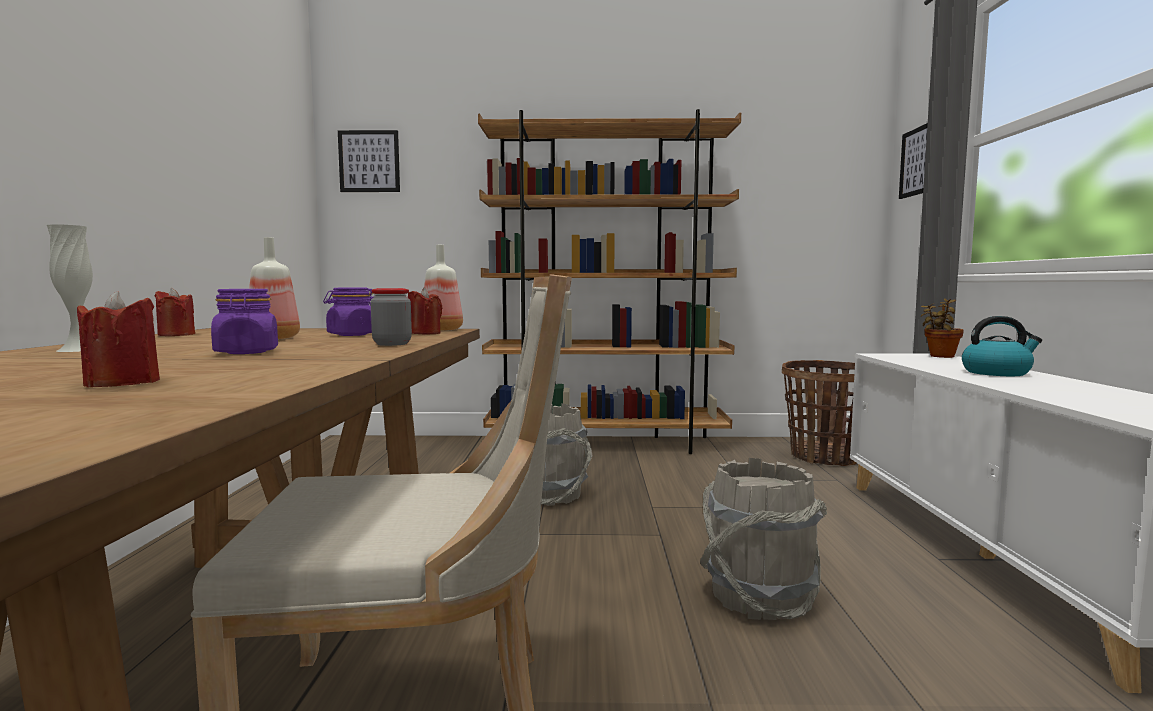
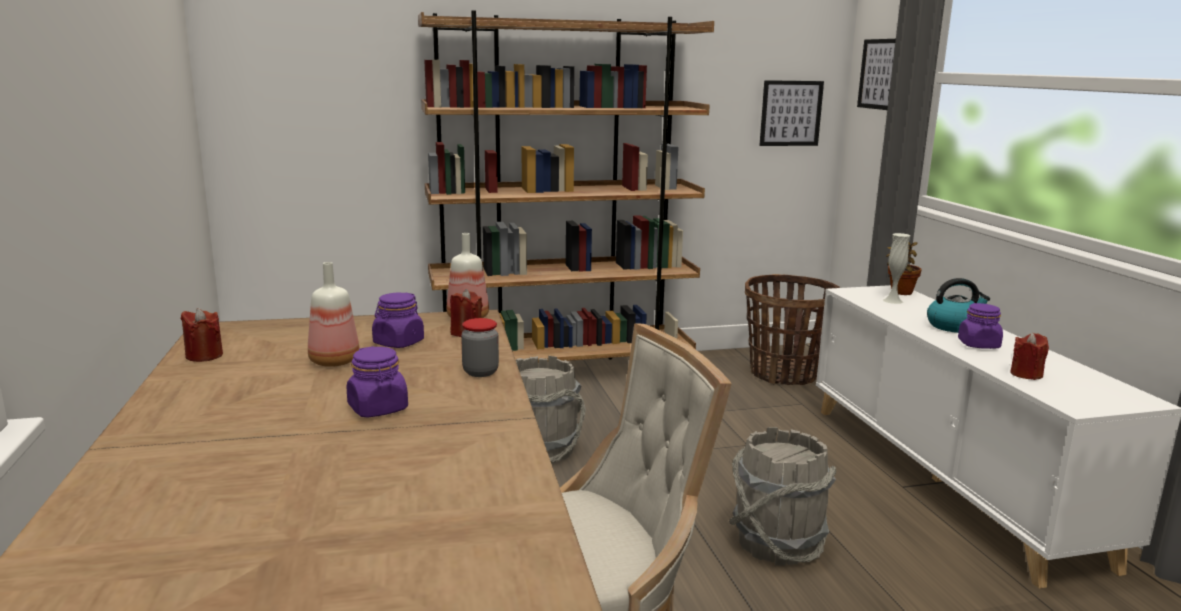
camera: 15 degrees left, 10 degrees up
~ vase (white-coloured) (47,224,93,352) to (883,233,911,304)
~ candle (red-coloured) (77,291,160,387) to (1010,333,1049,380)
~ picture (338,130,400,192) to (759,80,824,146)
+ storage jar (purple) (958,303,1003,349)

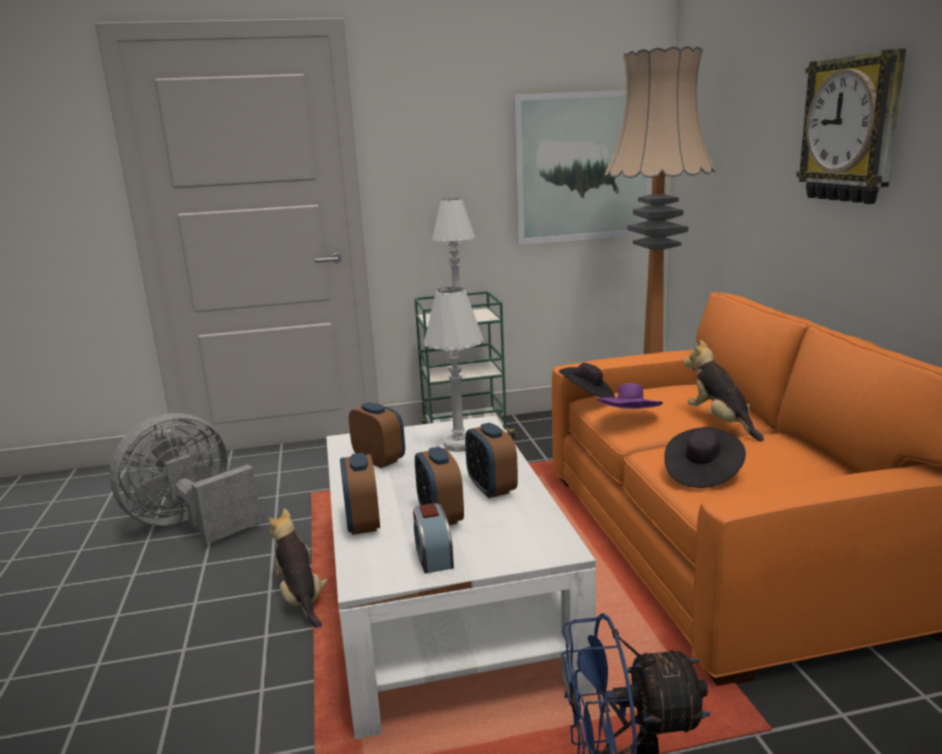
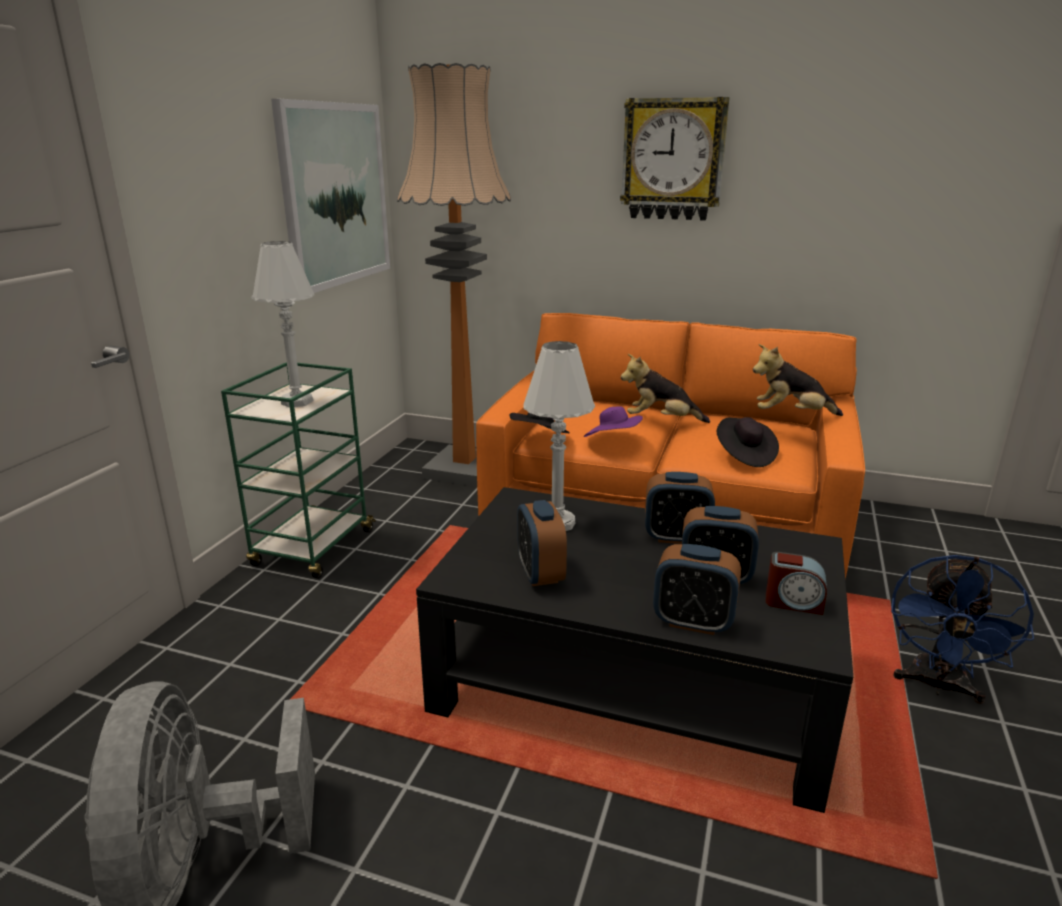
camera: 60 degrees left, 5 degrees up
~ soft toy (268,508,328,628) to (753,344,843,416)
~ low table (white-coloured) (326,416,596,739) to low table (black) (416,487,853,813)
~ table clock (349,402,405,468) = (517,500,567,586) 90 degrees counterclockwise

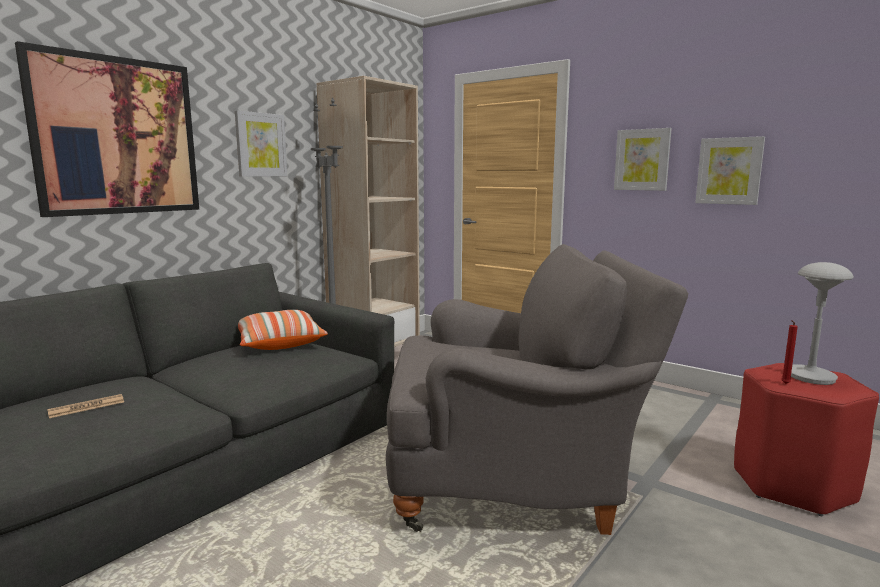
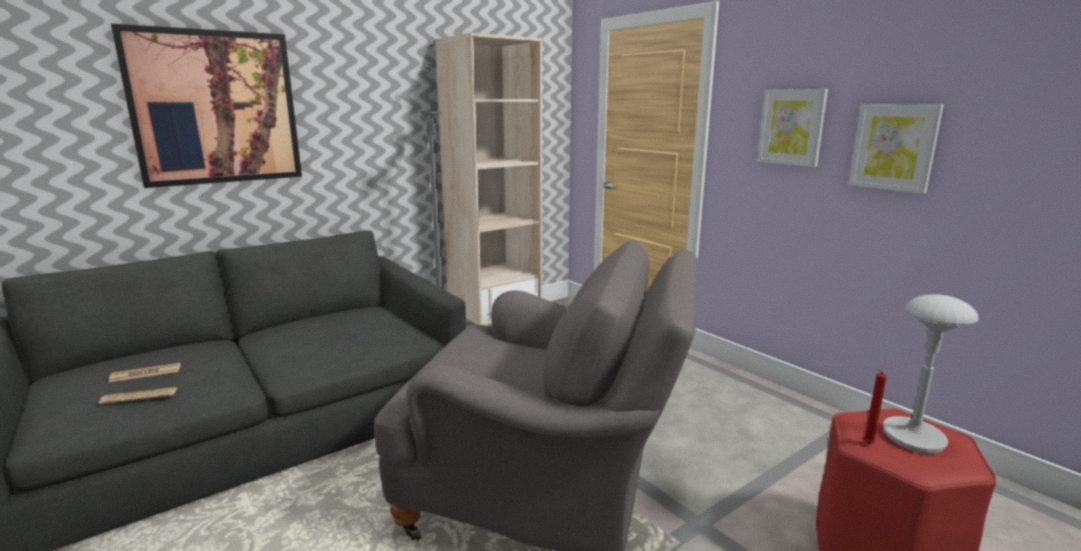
camera: 15 degrees right, 5 degrees up
- picture (235,110,287,177)
- throw pillow (238,310,328,350)
+ daily paper (99,387,177,404)

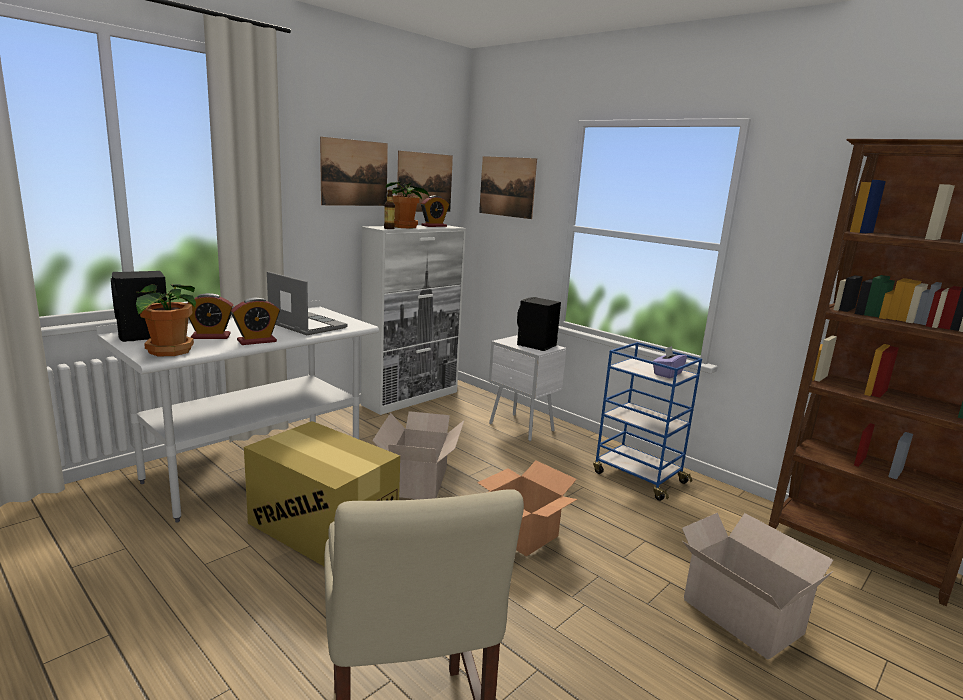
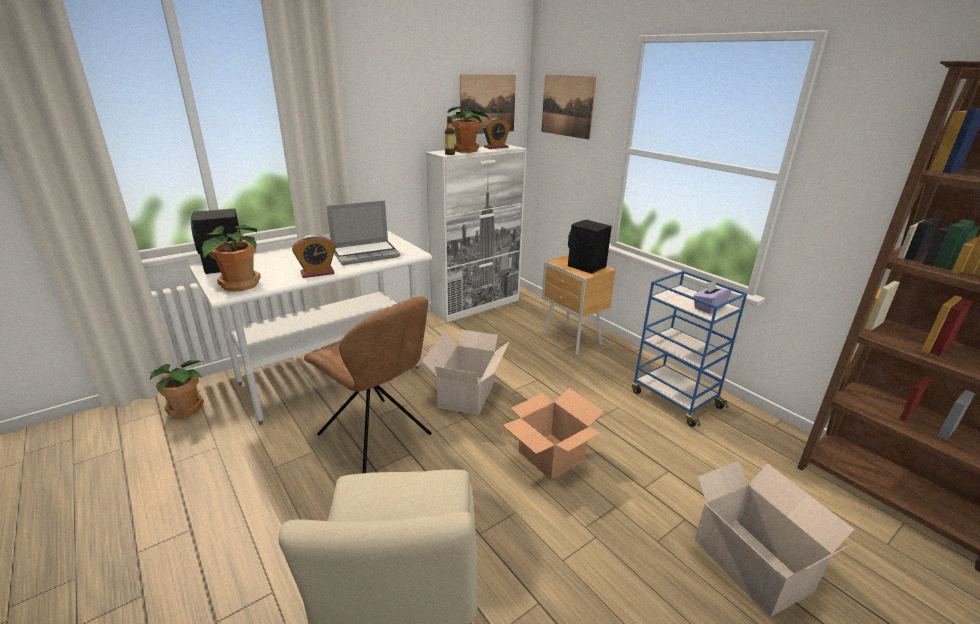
camera: 10 degrees right, 10 degrees up
- table clock (187,293,234,339)
~ packing box (244,421,400,566) to plain chair (brown) (304,296,432,473)
~ portable computer (267,271,348,335) = (326,200,400,265) 105 degrees clockwise
- picture (320,137,388,206)
~ nightstand (white-coloured) (489,335,567,441) to nightstand (brown) (542,255,616,355)
+ plant in a pot (149,360,204,418)

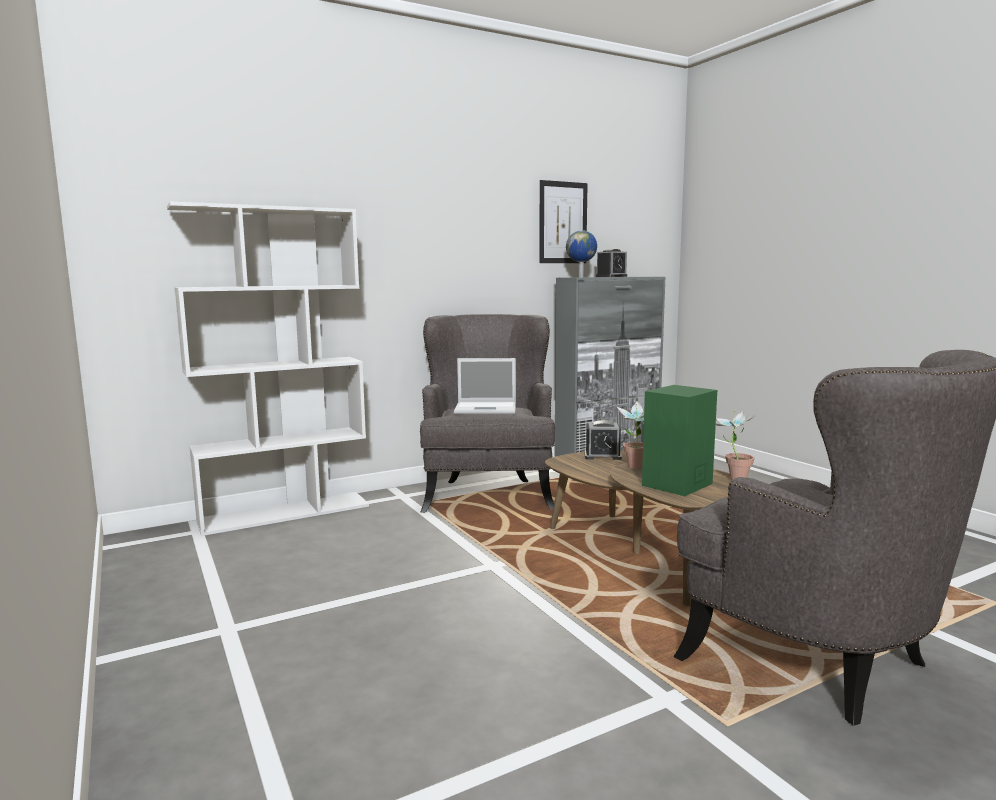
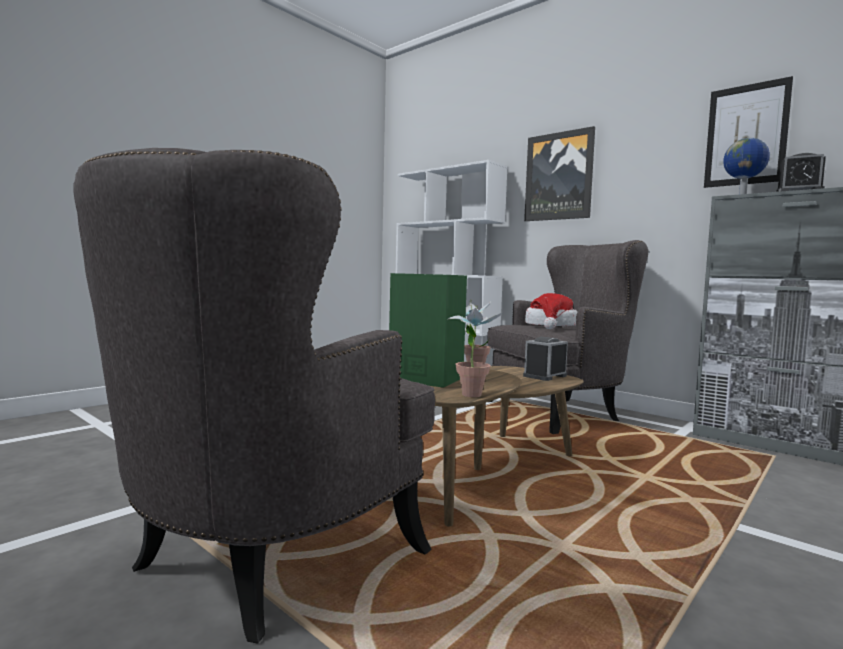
camera: 70 degrees right, 5 degrees down
~ portable computer (454,358,516,414) to hat (525,293,578,329)
~ table clock (585,420,622,460) = (523,337,568,381) 60 degrees clockwise
+ picture (524,126,595,221)

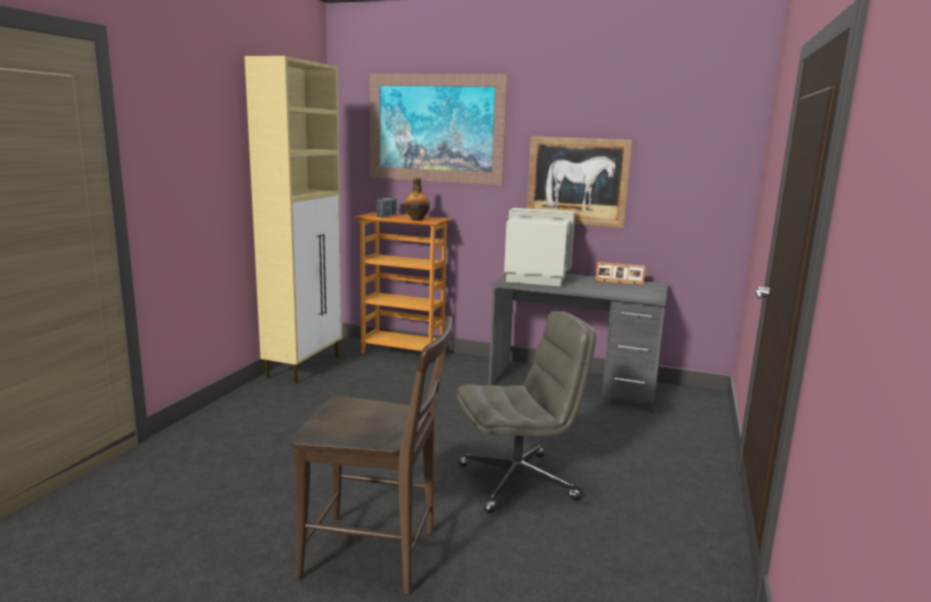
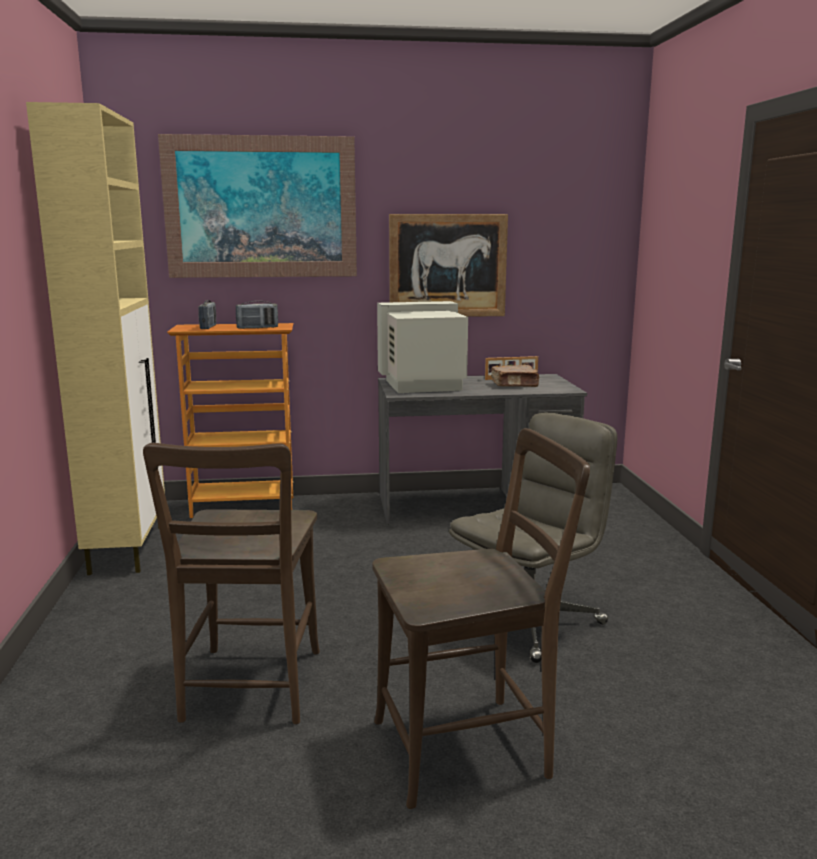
camera: 25 degrees left, 0 degrees up
~ beverage bottle (404,178,430,221) to radio receiver (236,301,278,329)
+ plain chair (brown) (143,443,320,724)
+ volume (brown) (491,365,540,387)

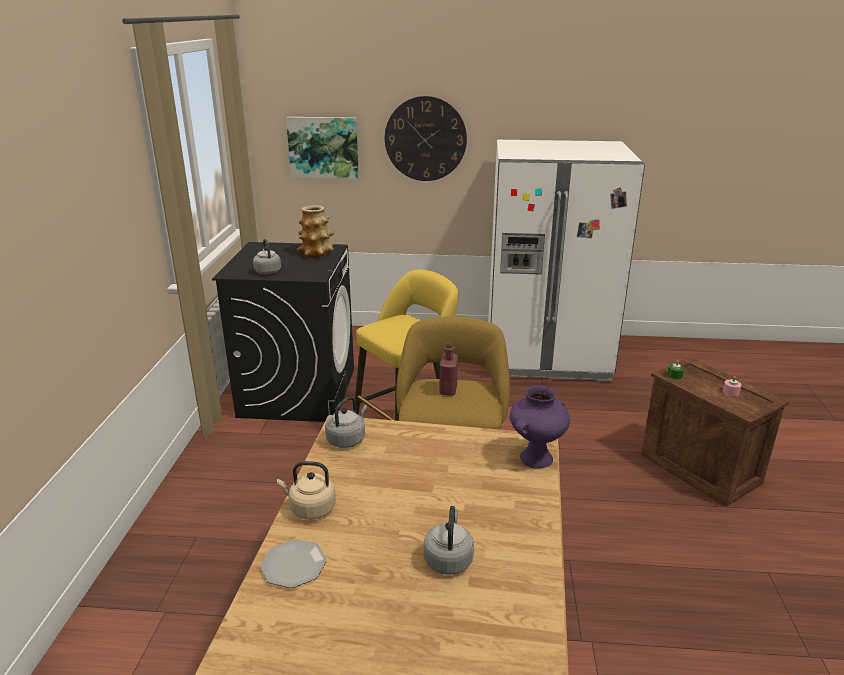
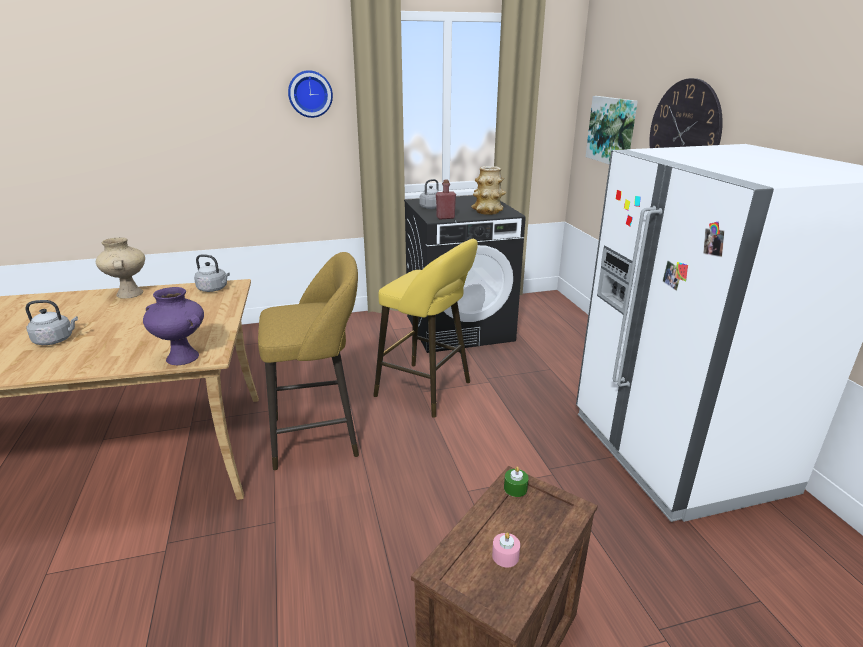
camera: 70 degrees right, 0 degrees up
- dinner plate (260,539,327,588)
~ water kettle (beige-coloured) (277,461,336,519) to vase (beige-coloured) (96,237,145,299)
~ beverage bottle (red-coloured) (439,341,458,396) to (436,179,456,219)
+ hanging clock (288,70,333,118)

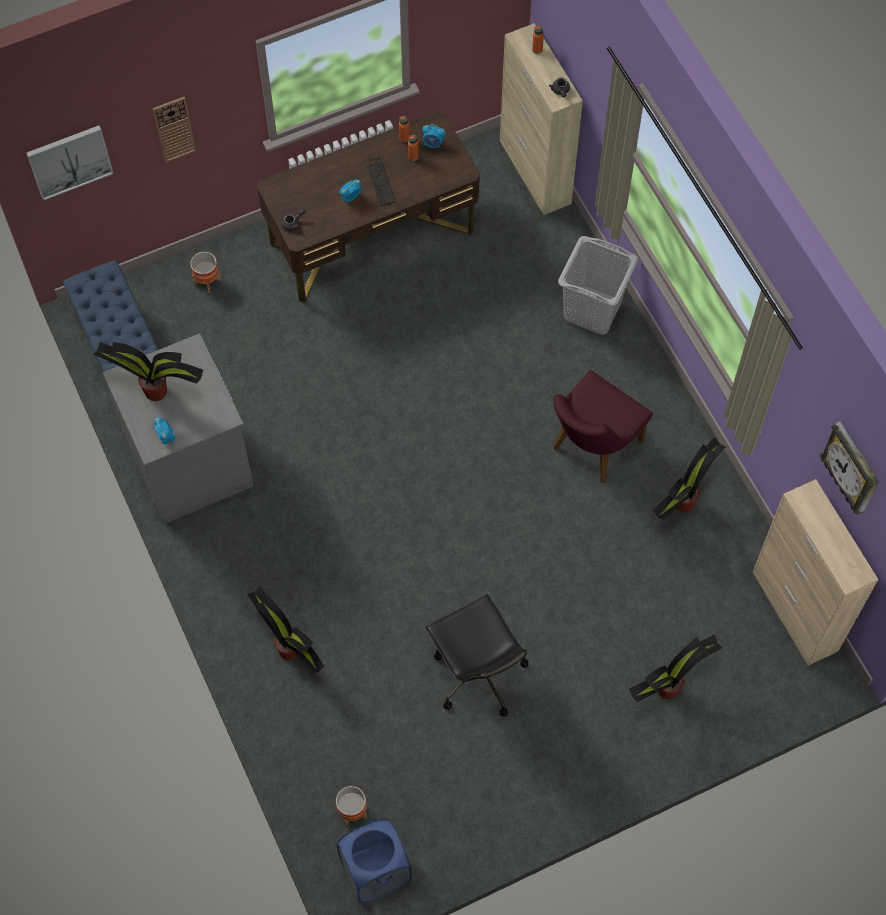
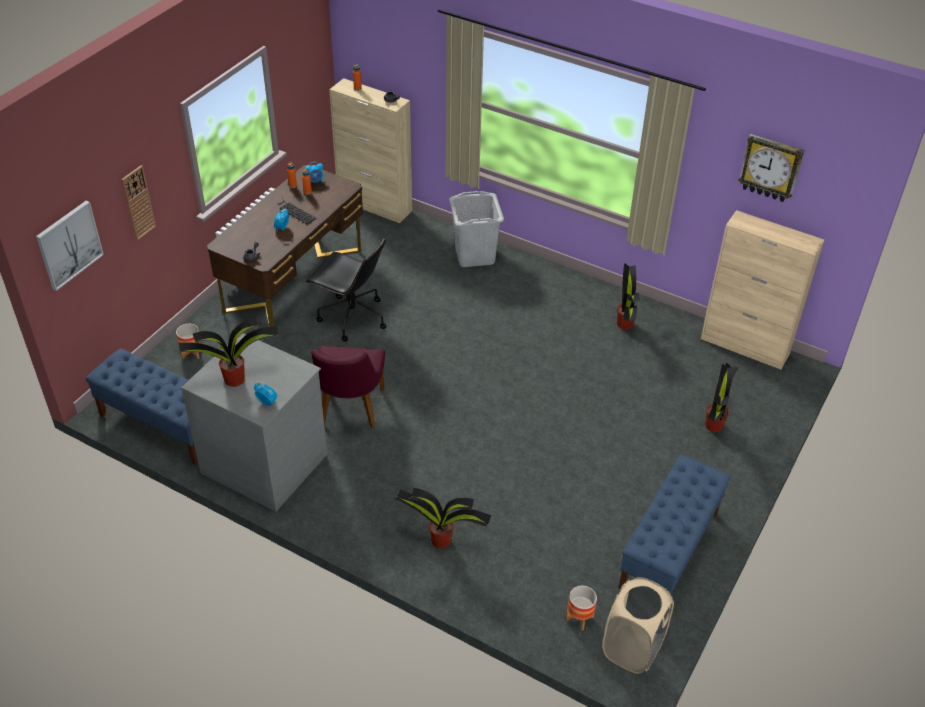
camera: 35 degrees left, 20 degrees down
~ laundry basket (blue) (337,819,412,903) to laundry basket (beige-coloured) (602,577,674,674)
~ computer chair (black) (425,595,528,716) to (306,238,386,342)
~ plain chair (purple) (553,370,653,483) to (311,346,385,428)
+ indoor bench (blue) (618,455,731,595)

